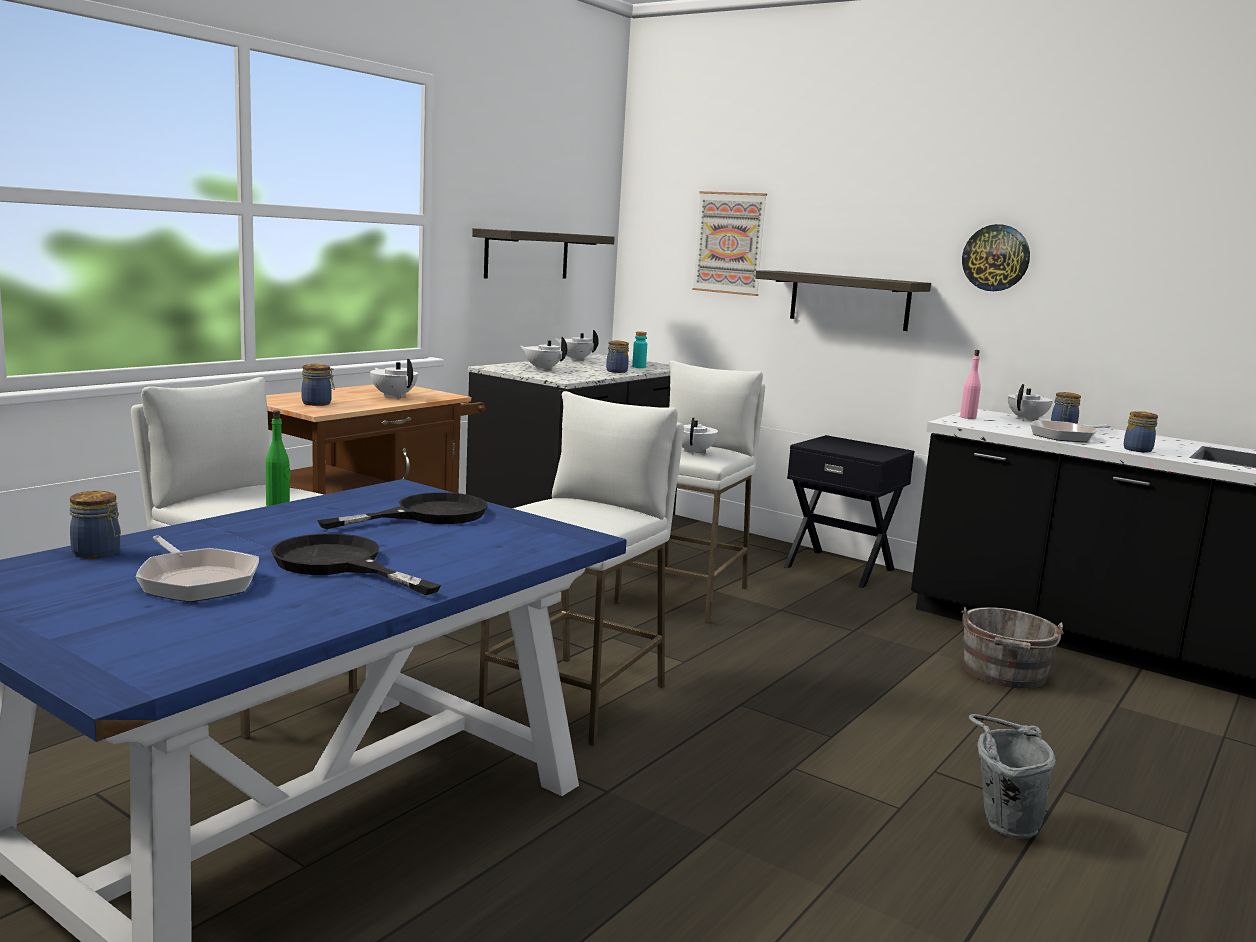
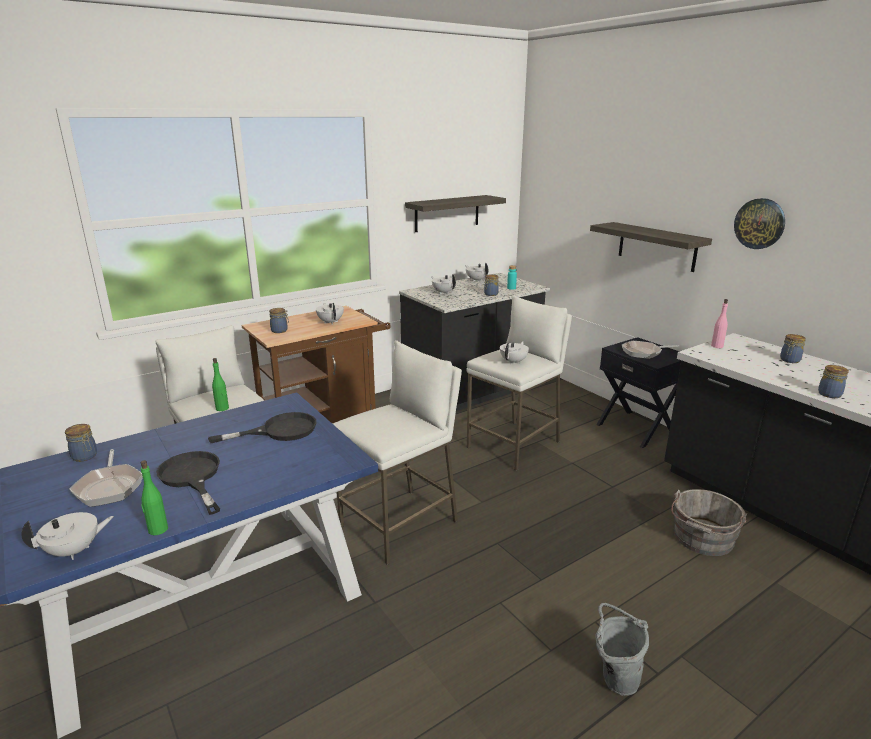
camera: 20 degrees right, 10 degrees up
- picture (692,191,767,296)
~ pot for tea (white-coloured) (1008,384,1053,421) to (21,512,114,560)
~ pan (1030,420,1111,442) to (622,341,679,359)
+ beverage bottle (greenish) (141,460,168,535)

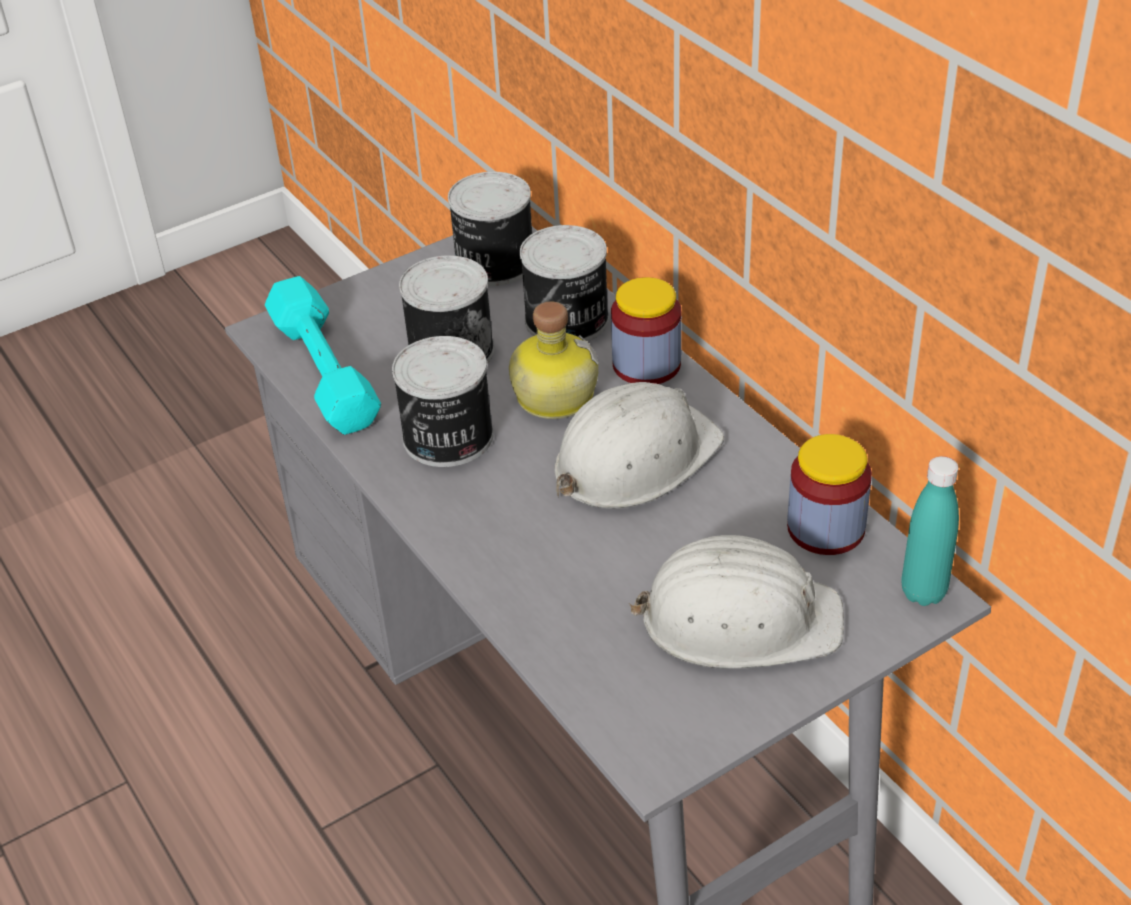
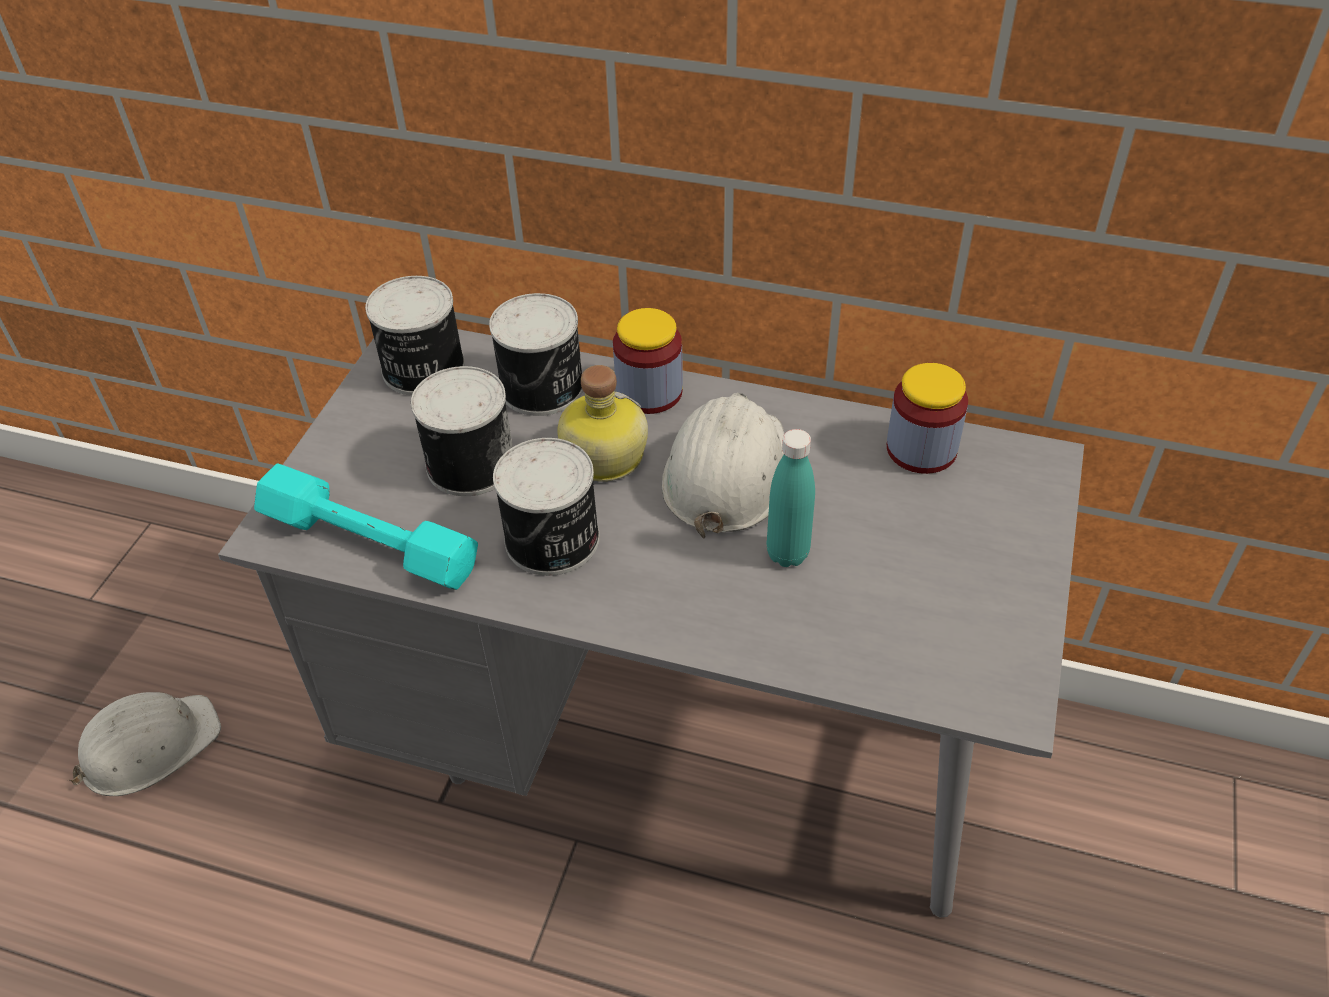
camera: 40 degrees left, 5 degrees up
~ hard hat (white-coloured) (629,535,844,668) to (69,692,221,796)
~ beverage bottle (turquoise-coloured) (901,456,959,606) to (767,429,815,567)

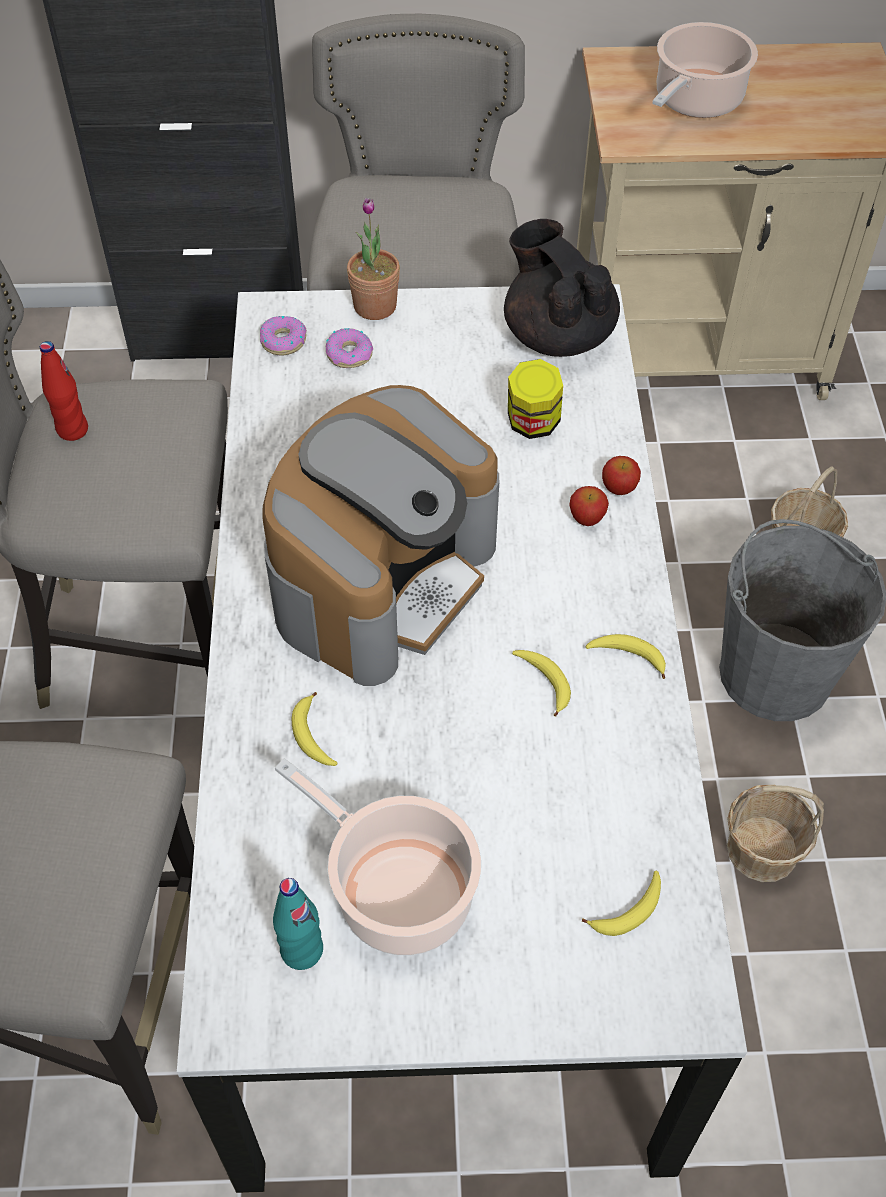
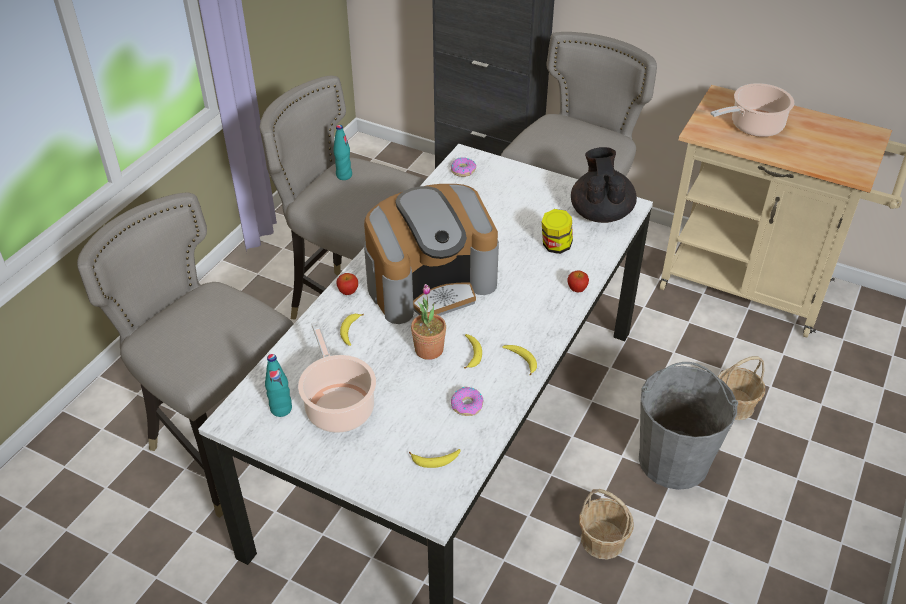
camera: 30 degrees right, 10 degrees down
~ beverage bottle (red-coloured) (40,341,88,441) to beverage bottle (turquoise-coloured) (333,125,352,180)
~ donut (326,328,373,368) to (451,387,484,416)
~ plant in a pot (347,197,400,320) to (411,284,446,360)
~ whole apple (570,486,609,526) to (337,273,358,295)

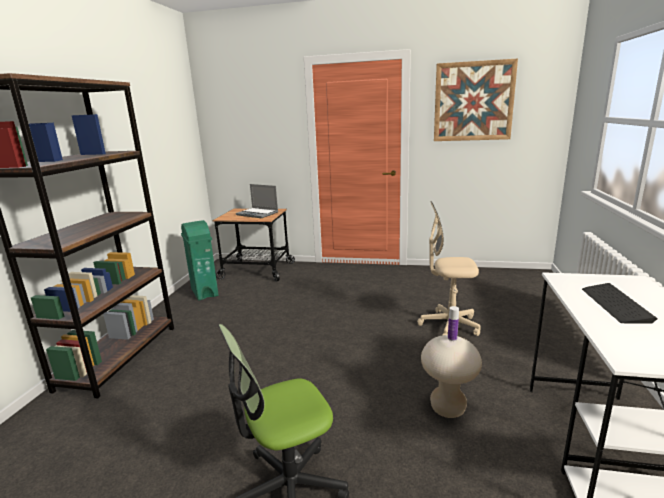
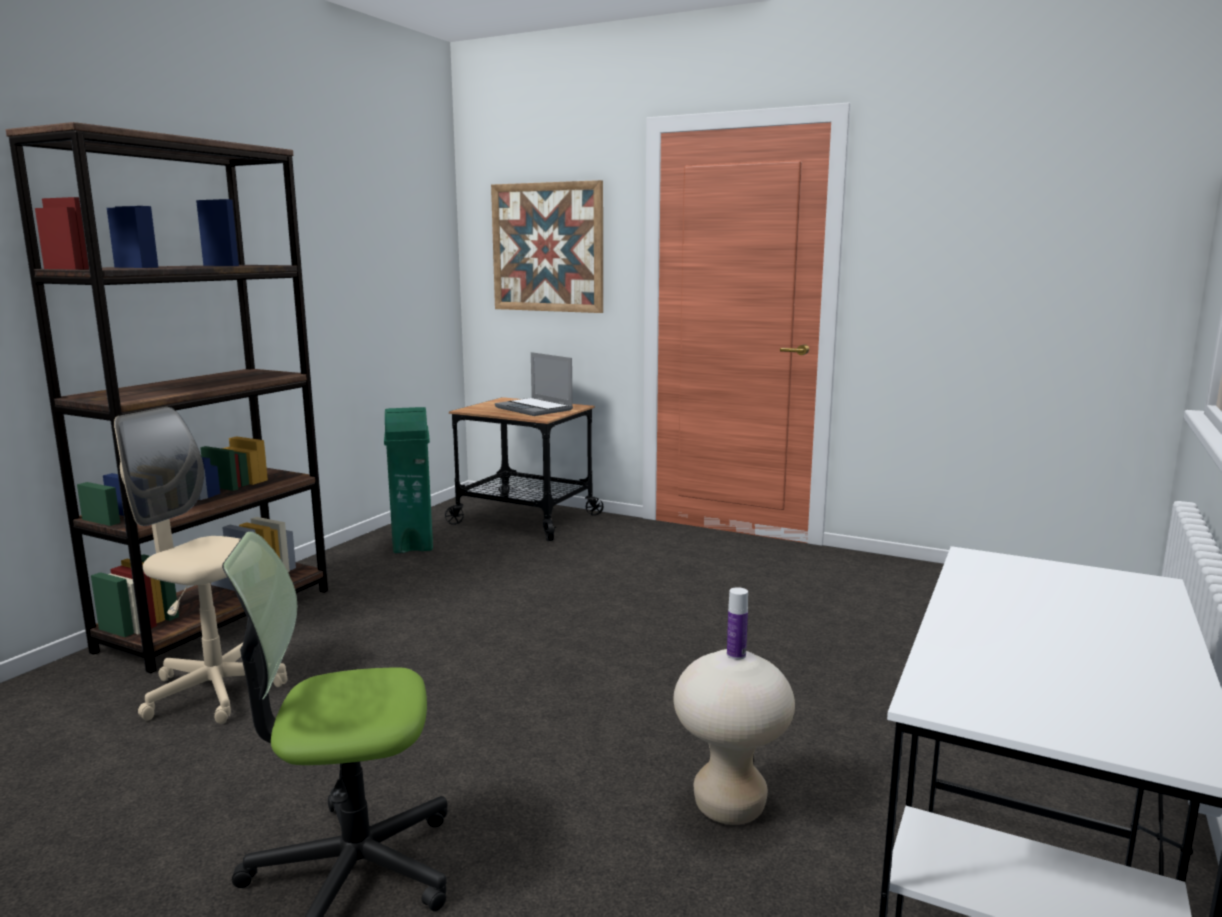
camera: 15 degrees right, 5 degrees down
~ computer chair (beige-coloured) (417,201,481,336) to (114,407,288,724)
~ picture (434,58,518,141) to (491,180,603,313)
- PC keyboard (582,283,658,324)

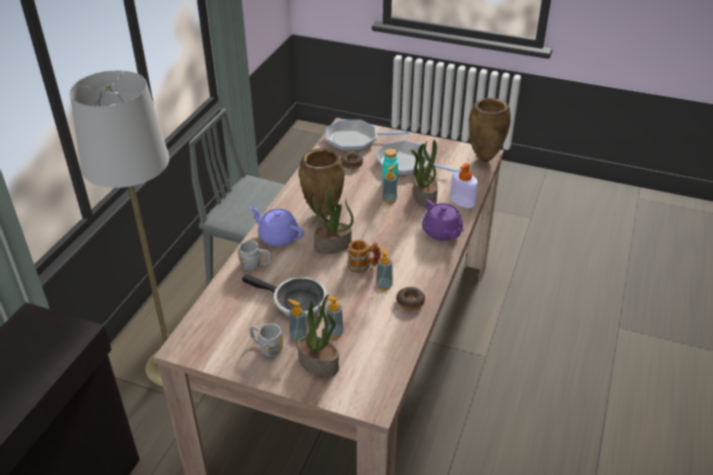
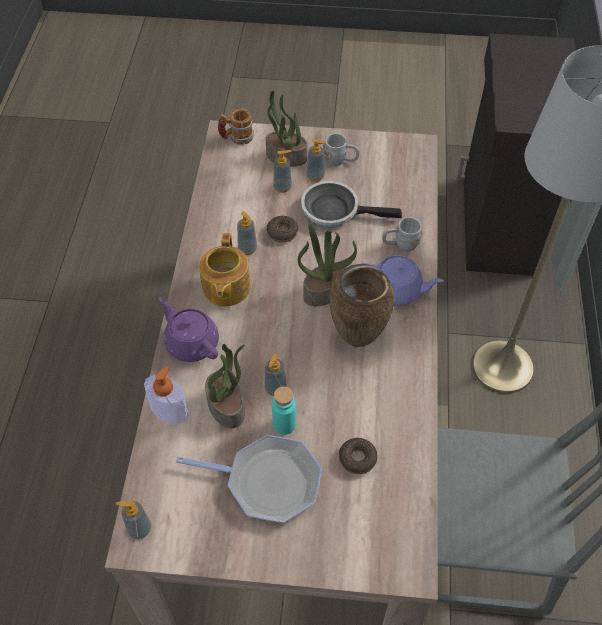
camera: 165 degrees right, 15 degrees up
- pan (326,120,409,151)
~ coffee mug (347,240,381,273) to (218,108,254,145)
~ donut (396,287,425,310) to (267,216,298,243)
~ vase (brown) (469,98,511,162) to liquid soap bottle (115,501,151,539)
+ pot for tea (199,233,251,306)

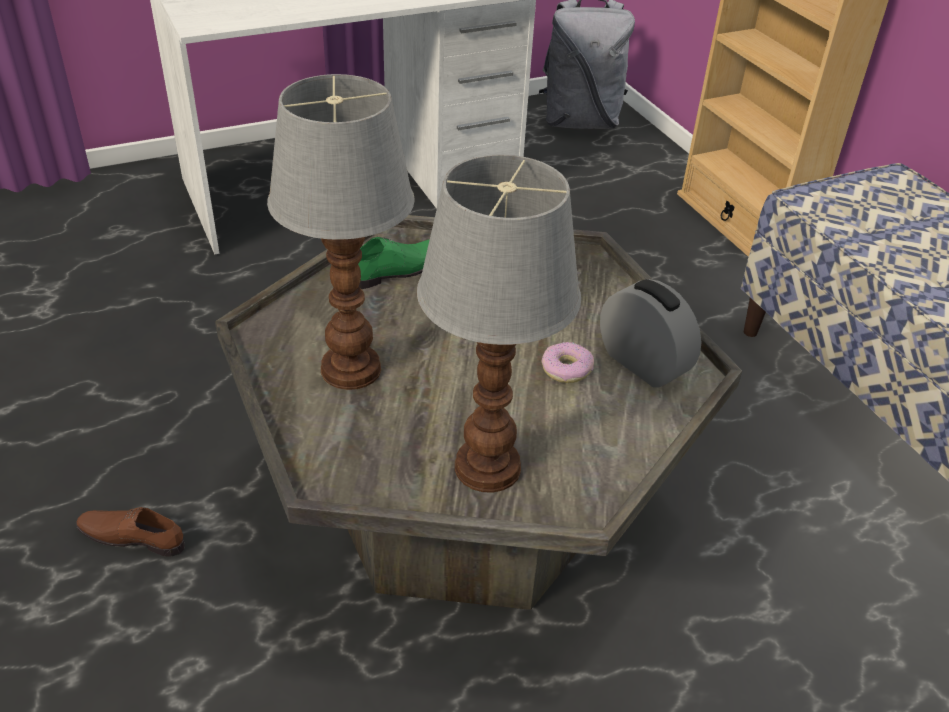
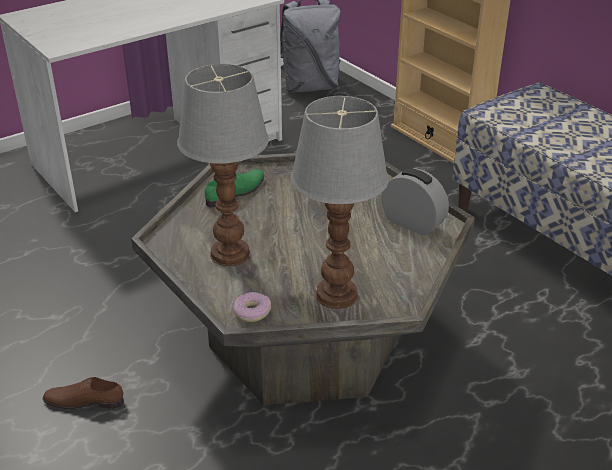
camera: 10 degrees left, 5 degrees down
~ donut (542,342,594,383) to (233,292,271,322)

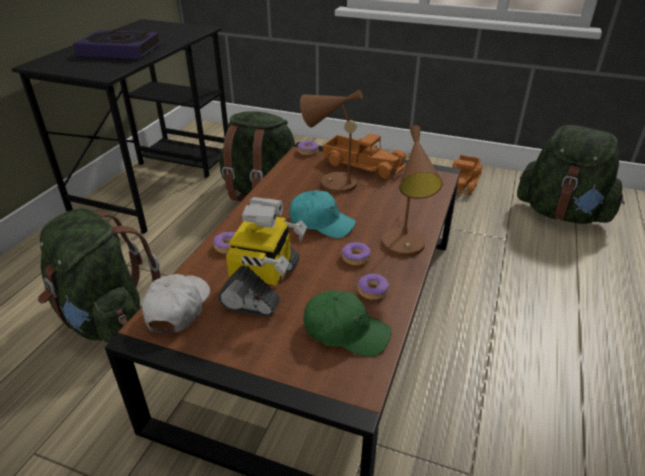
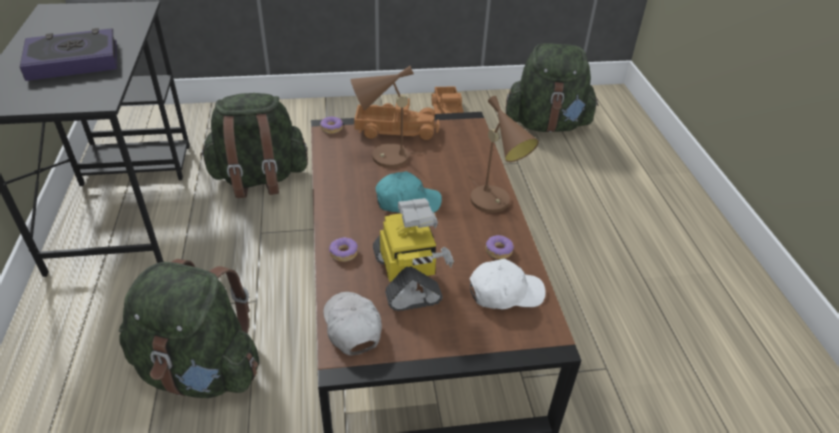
camera: 30 degrees left, 5 degrees up
~ cap (greenish) (303,290,391,357) to cap (white-coloured) (469,259,546,309)
- donut (342,242,370,266)

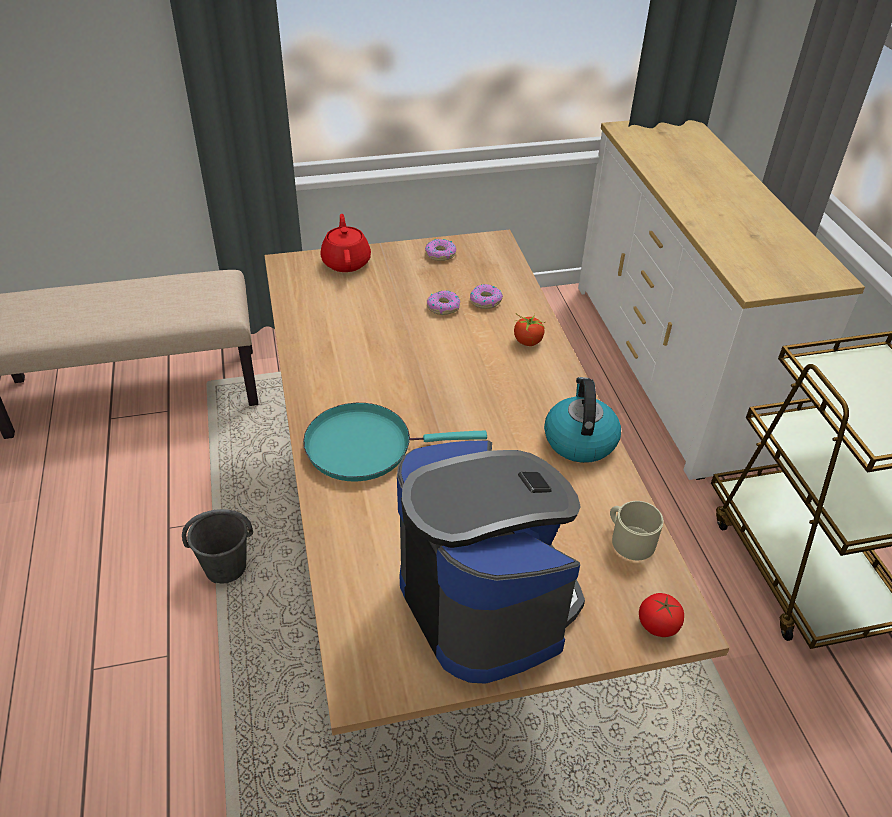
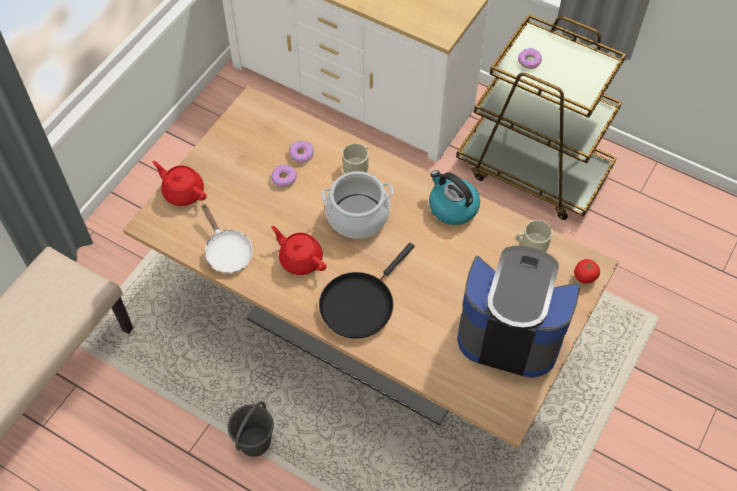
camera: 45 degrees left, 15 degrees up
~ pan (turquoise-coloured) (303,403,487,481) to pan (black) (319,243,415,339)
~ donut (425,239,456,261) to (518,48,542,69)
~ whole tomato (514,314,546,346) to coffee mug (beige-coloured) (342,143,369,174)
+ pan (white-coloured) (202,204,253,273)
+ pot for tea (red-coloured) (271,226,326,275)
+ stockpot (321,171,394,239)

